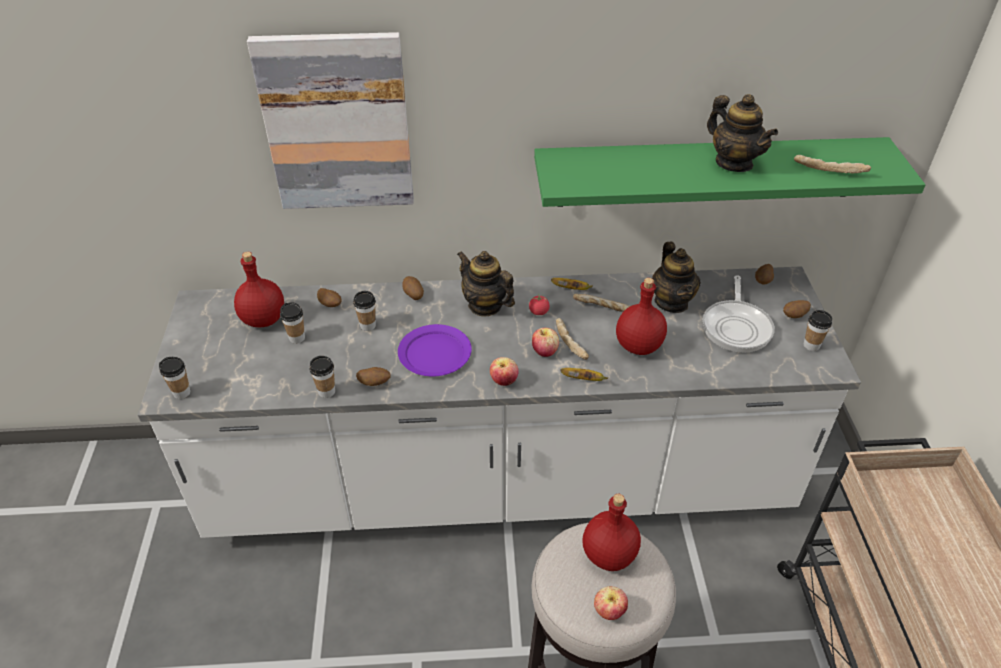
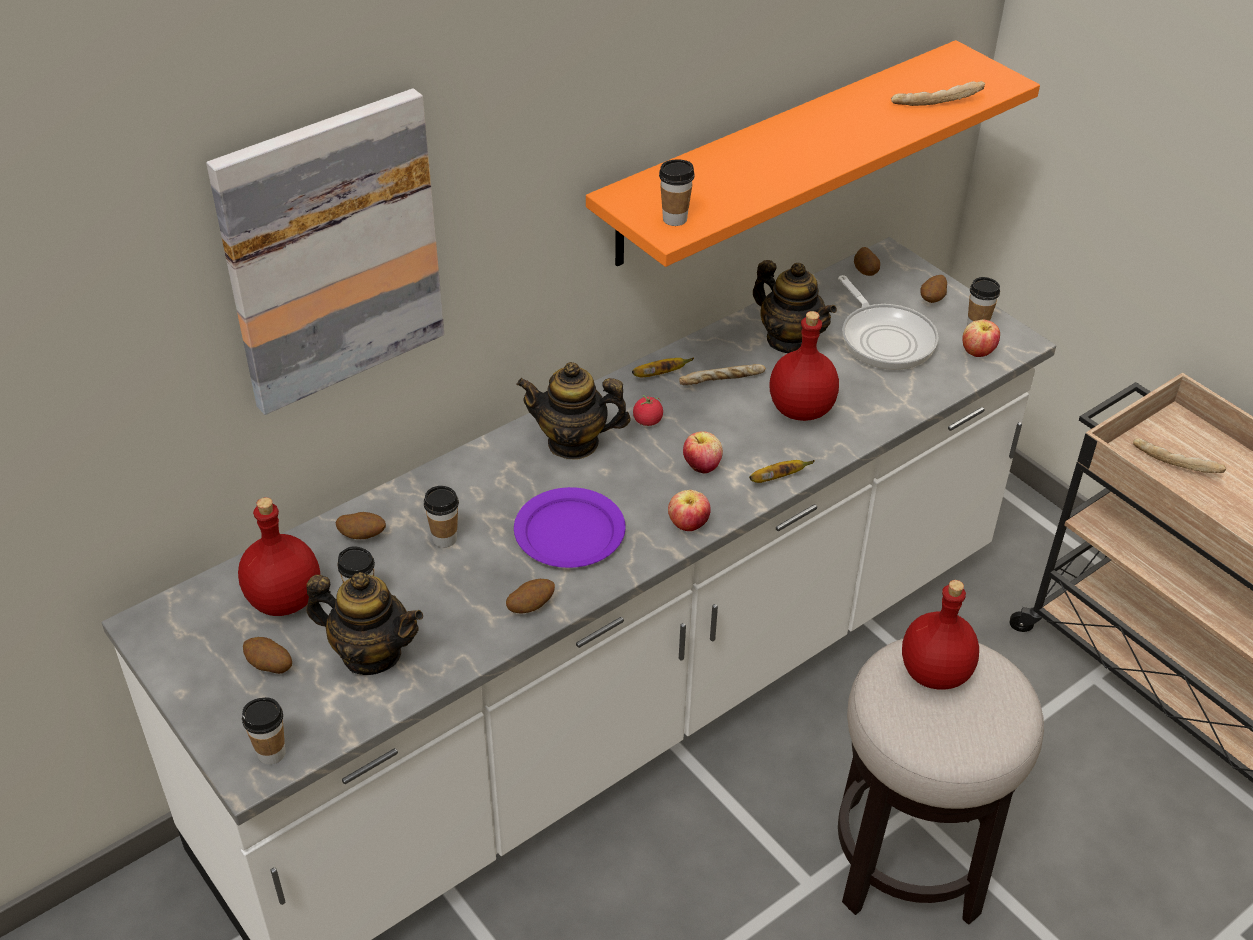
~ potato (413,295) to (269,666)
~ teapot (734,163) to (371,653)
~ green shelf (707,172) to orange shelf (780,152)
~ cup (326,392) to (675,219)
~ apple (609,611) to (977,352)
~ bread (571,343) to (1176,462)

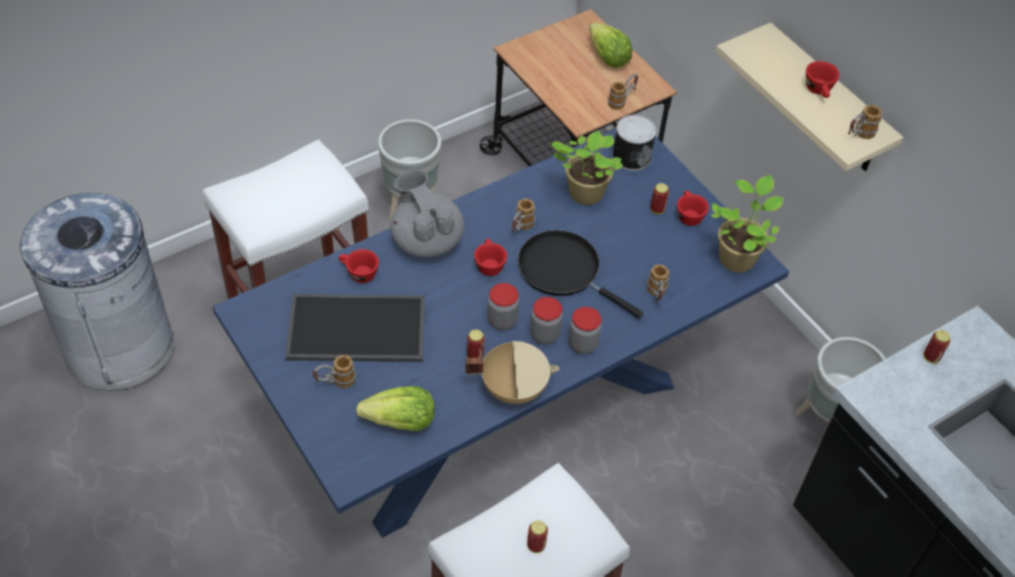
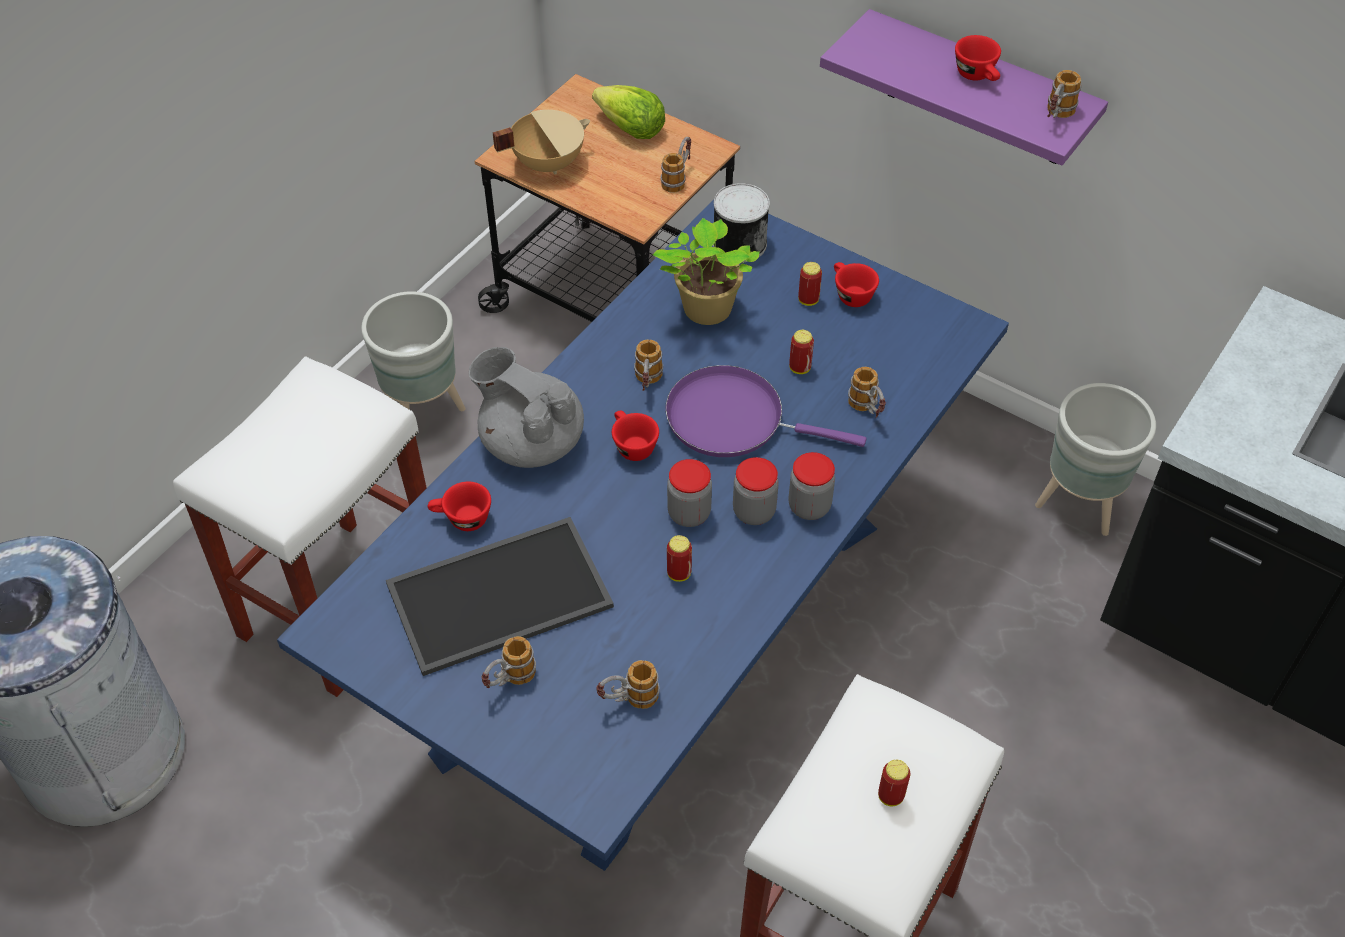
~ beige cooking pot (513,388) to (547,163)
~ lettuce (401,422) to mug (628,700)
~ black frying pan (564,271) to purple frying pan (733,419)
~ can (931,357) to (799,368)
~ beige shelf (826,102) to purple shelf (978,91)
- potted plant (737,257)

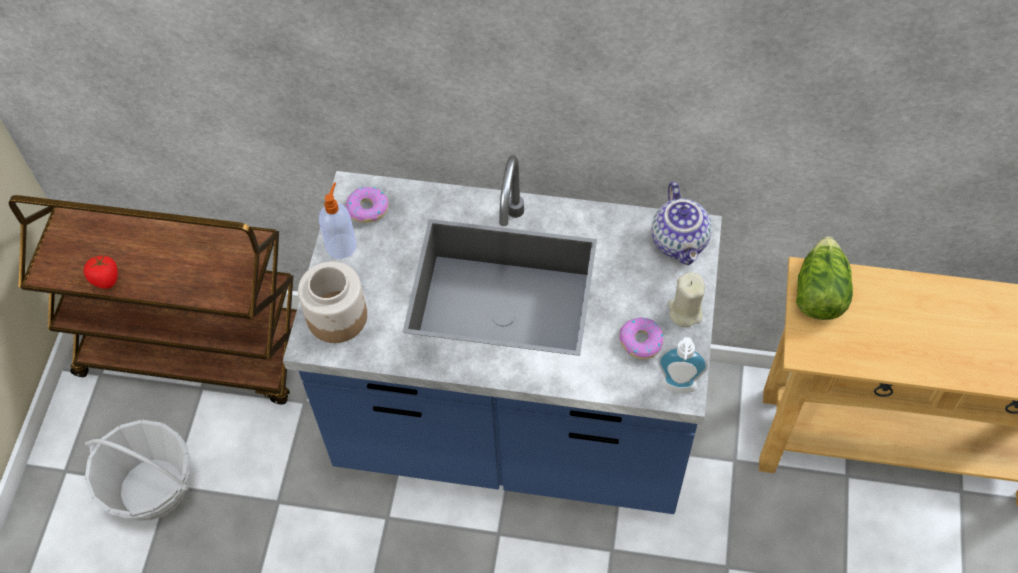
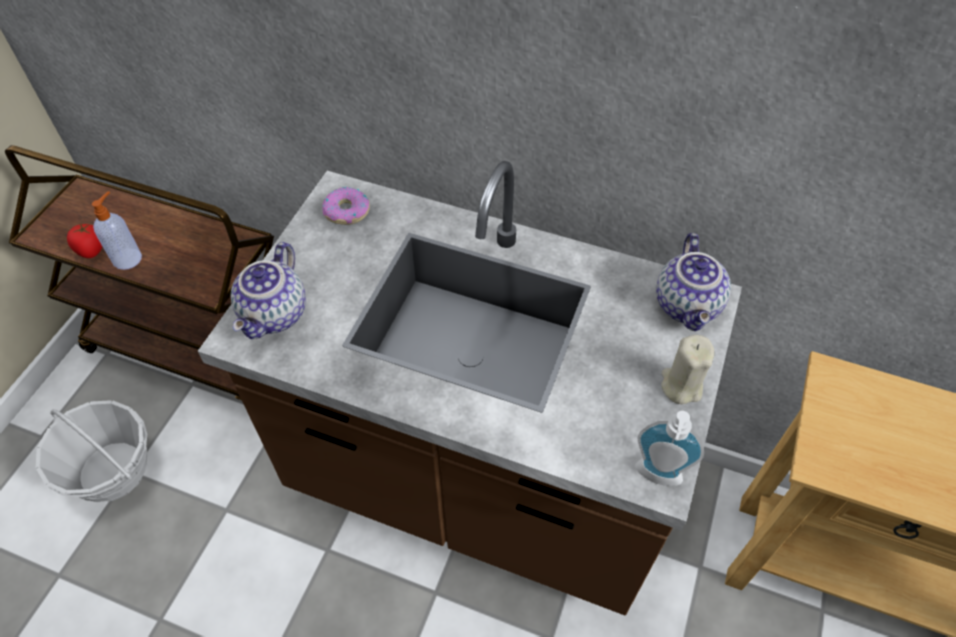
~ soap dispenser (341,245) to (128,258)
~ blue counter (514,428) to brown counter (478,485)
~ jar (338,316) to teapot (276,315)
- donut (641,341)
- lettuce (819,292)

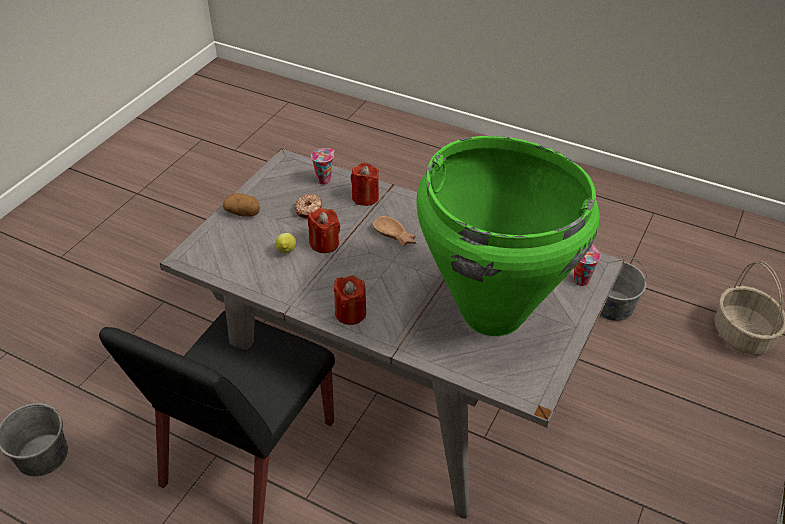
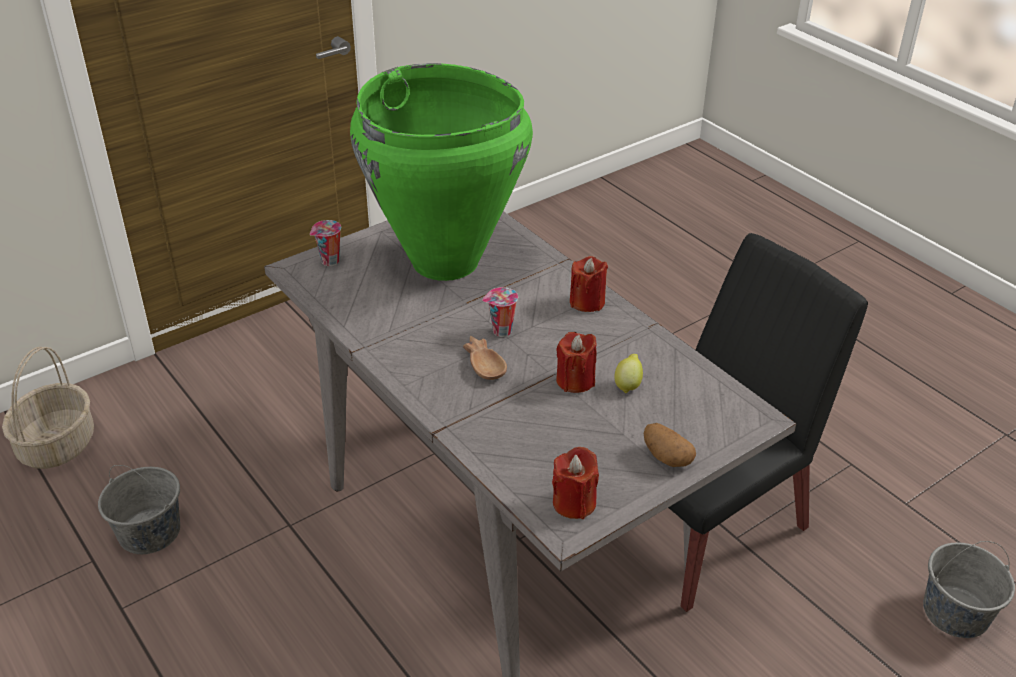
~ cup (324,180) to (501,332)
~ red candle (365,197) to (574,503)
- donut (309,210)

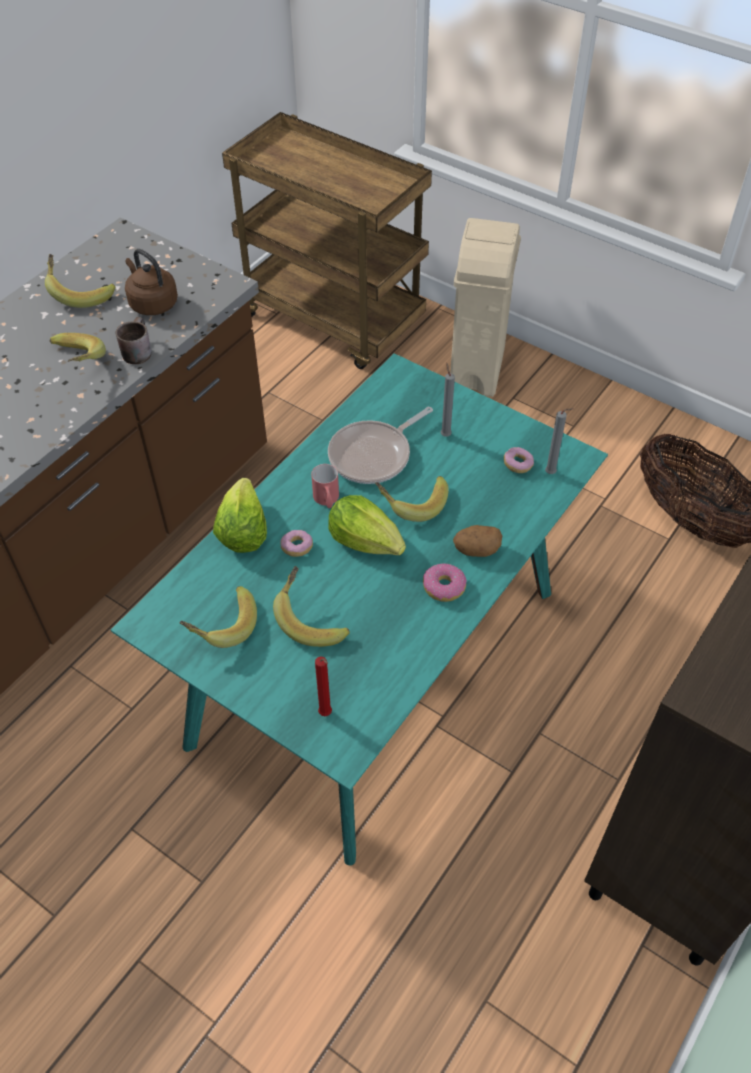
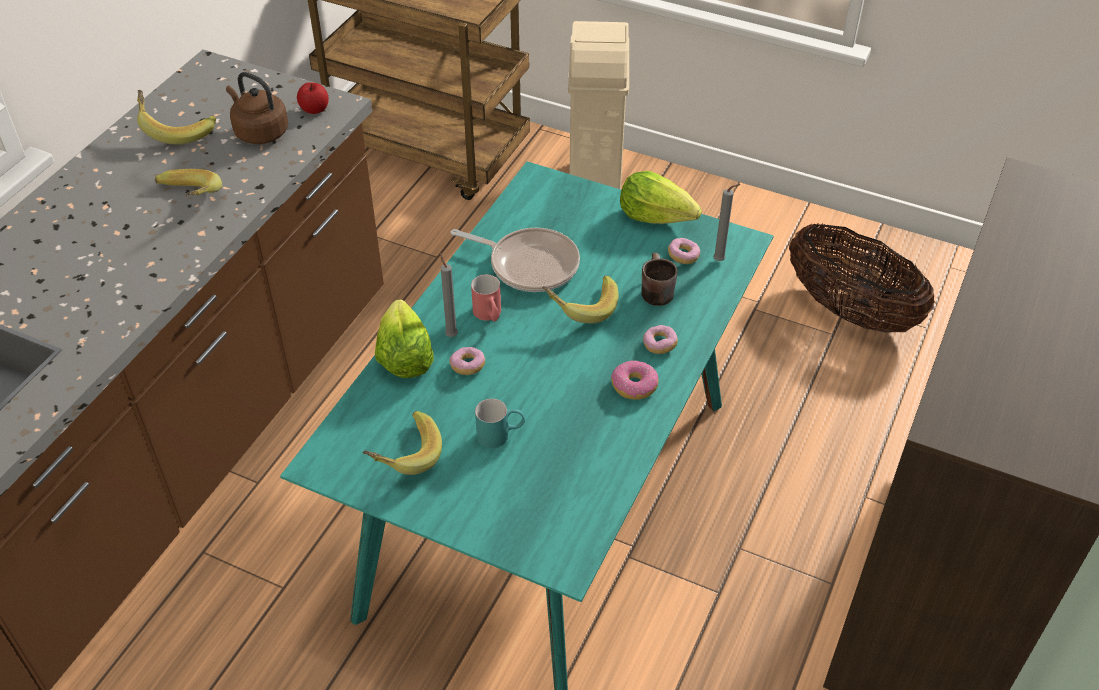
+ apple (314,109)
~ grey candle (445,434) to (451,334)
~ frying pan (374,455) = (529,264) 105 degrees counterclockwise
~ banana (312,618) to turquoise mug (501,435)
~ lettuce (366,540) to (656,216)
~ brown mug (136,351) to (653,290)
~ potato (476,550) to donut (659,345)
- red candle (326,715)

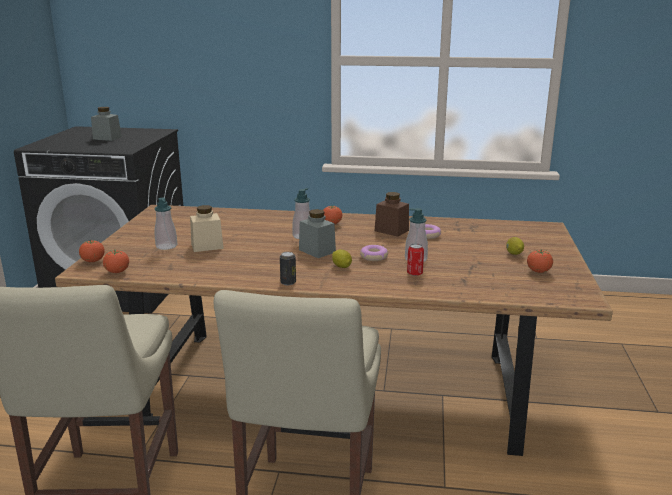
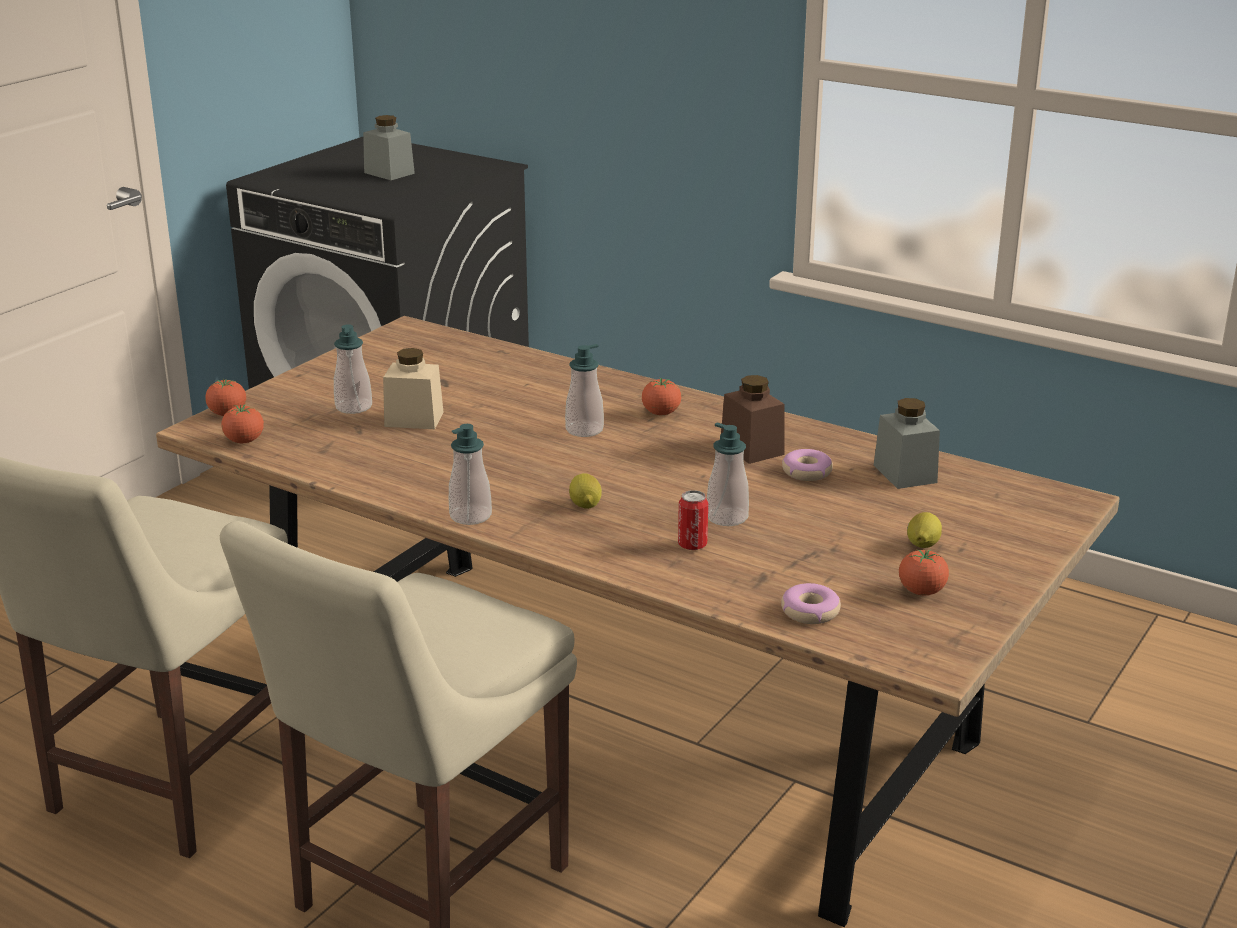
~ can (288,282) to soap dispenser (470,516)
~ donut (373,257) to (810,612)
~ grey jar (317,251) to (905,474)

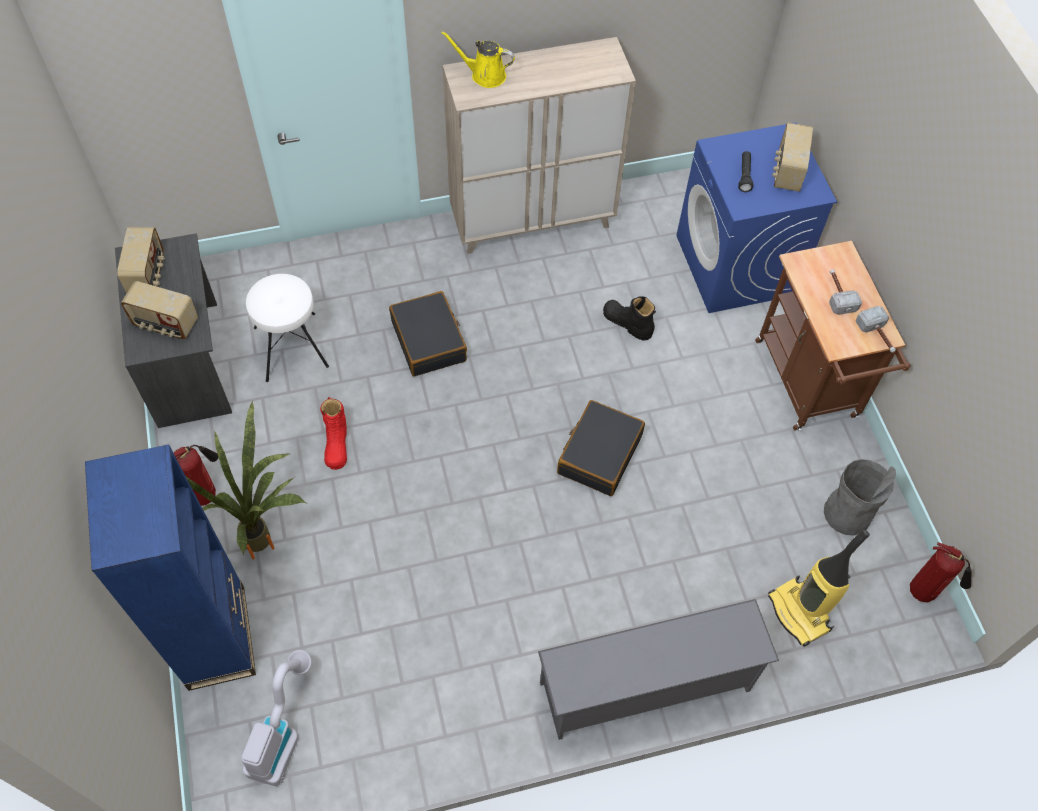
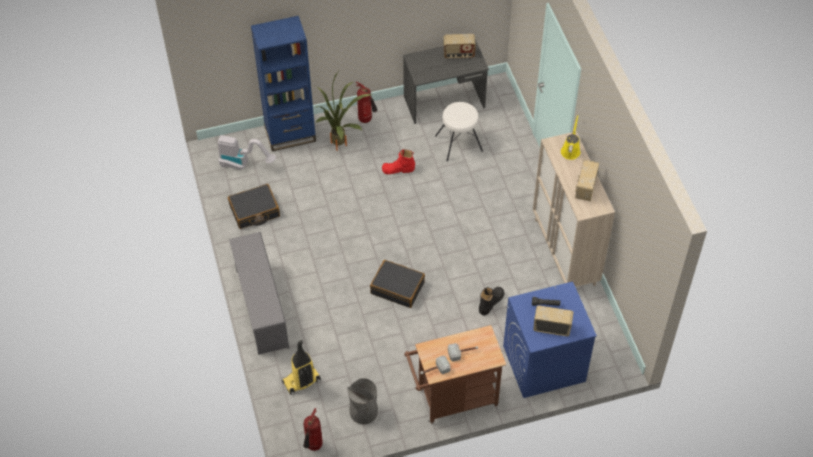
~ black suitcase (429,341) to (254,211)
~ radio (165,324) to (585,188)

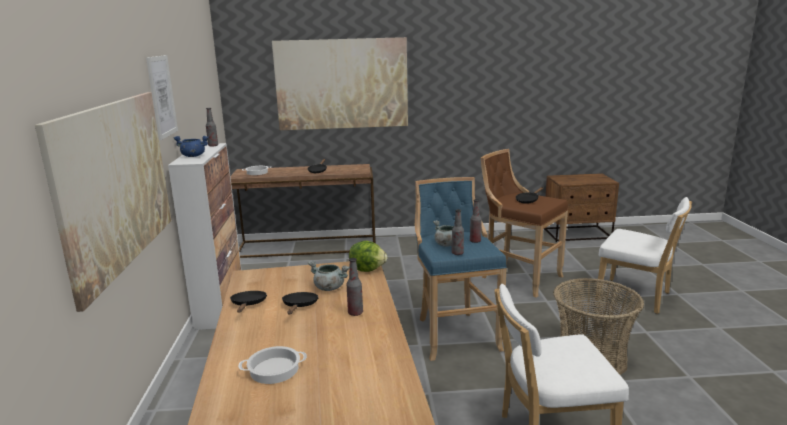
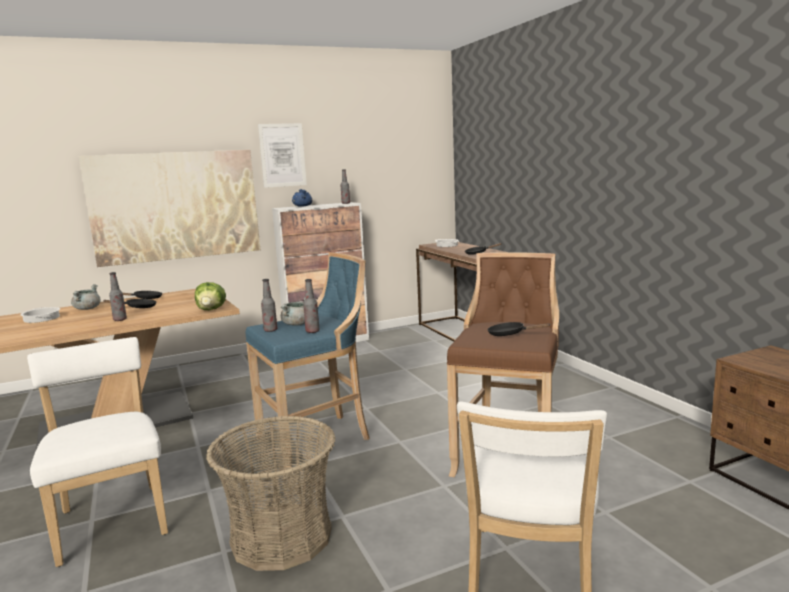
~ grey cooking pot (329,288) to (87,308)
- picture (342,84)

